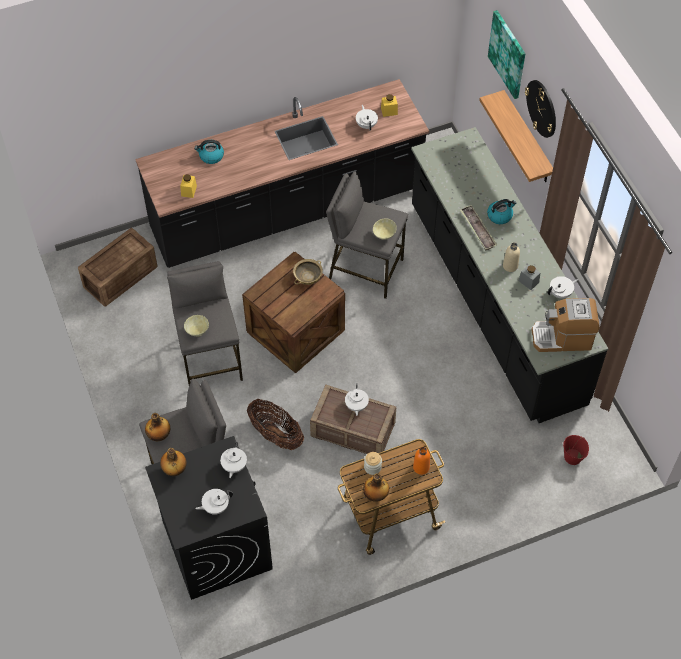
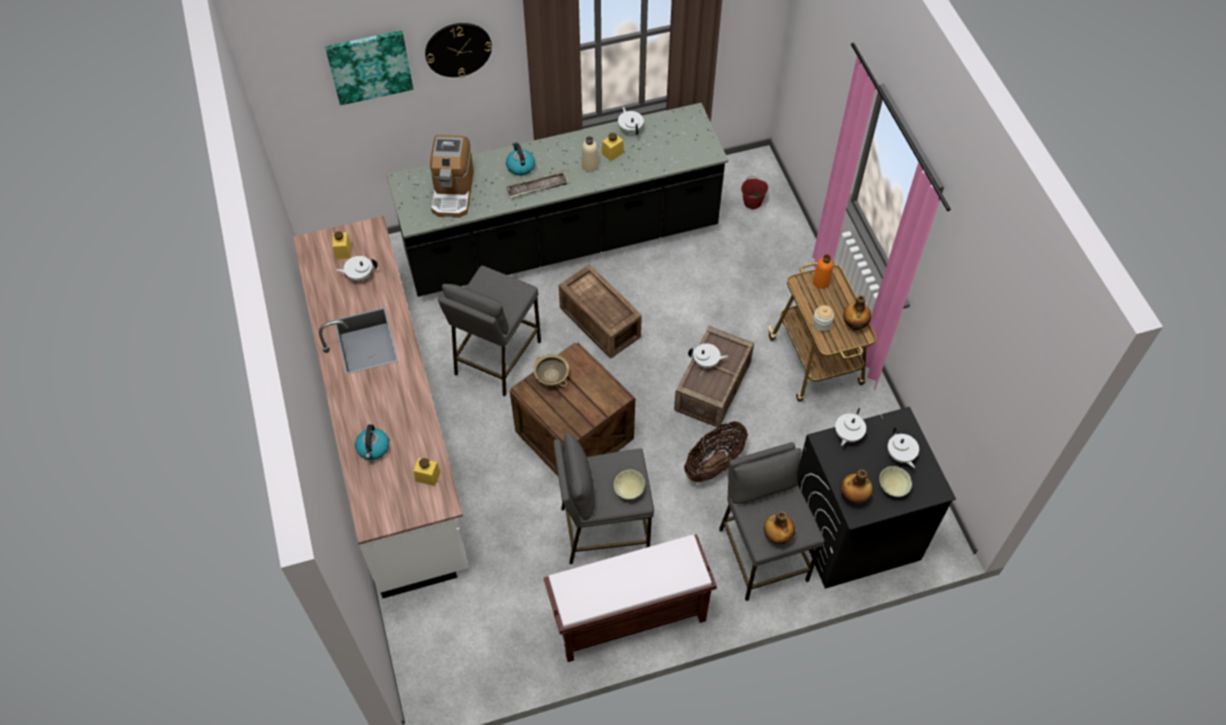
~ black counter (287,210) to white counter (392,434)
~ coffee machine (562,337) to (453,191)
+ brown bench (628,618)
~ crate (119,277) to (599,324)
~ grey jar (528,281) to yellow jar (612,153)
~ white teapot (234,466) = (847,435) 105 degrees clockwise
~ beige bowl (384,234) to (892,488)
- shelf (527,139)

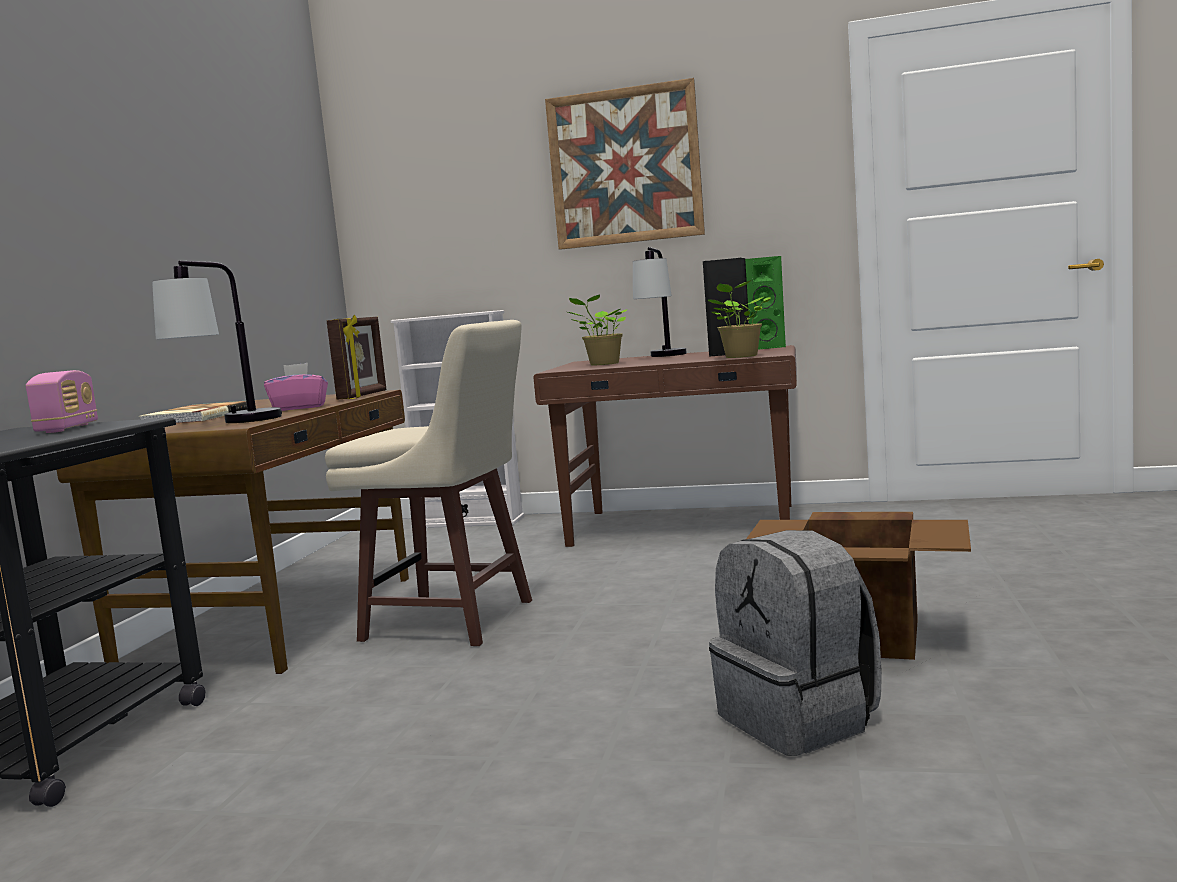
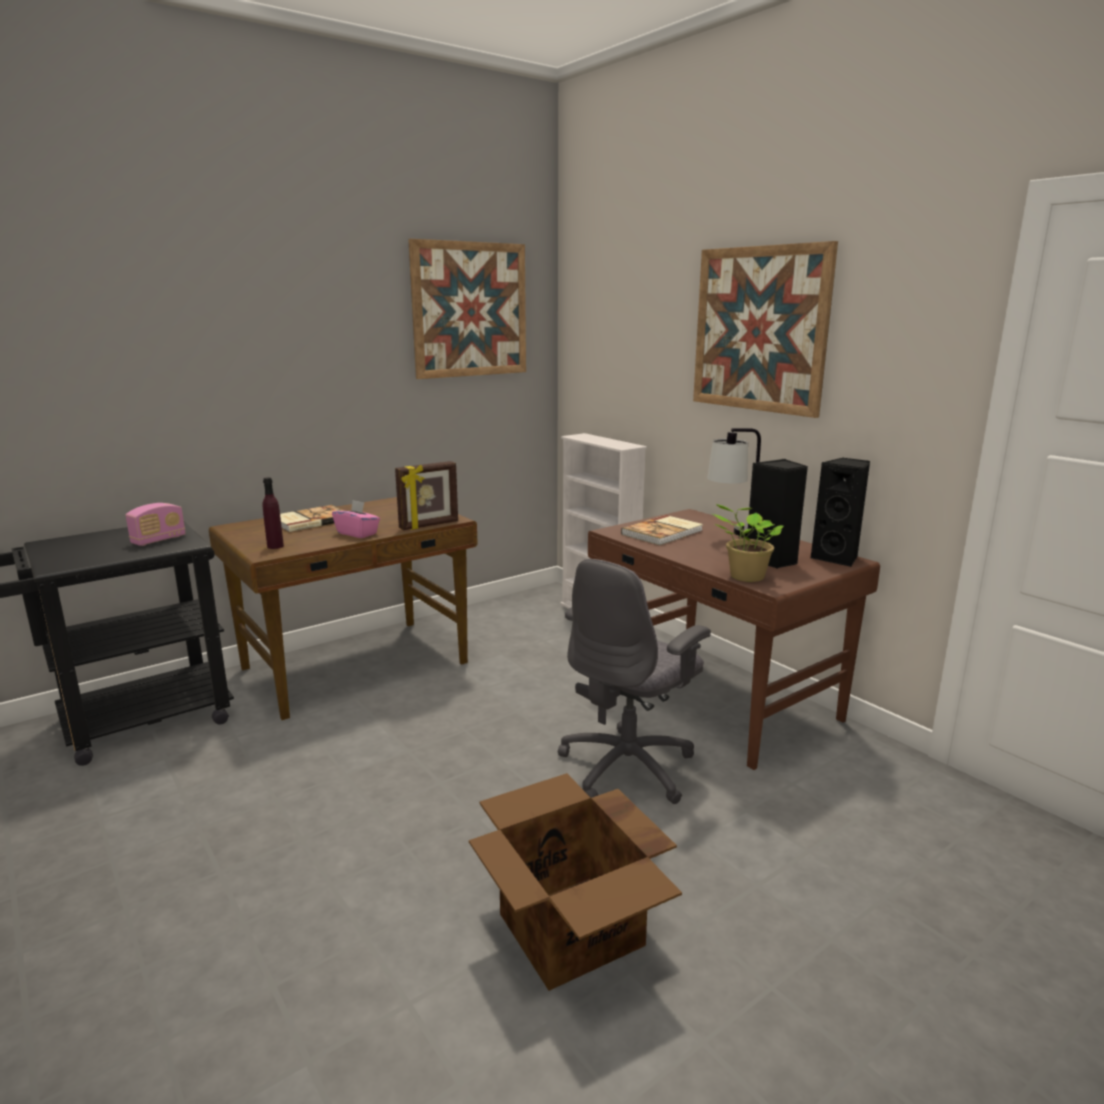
~ table lamp (228,423) to purple bottle (275,546)
+ picture (470,310)
+ grey office chair (629,767)
~ potted plant (602,364) to book (664,532)
~ green speaker (764,348) to black speaker (837,558)
- beige stool (453,621)
- grey backpack (800,720)

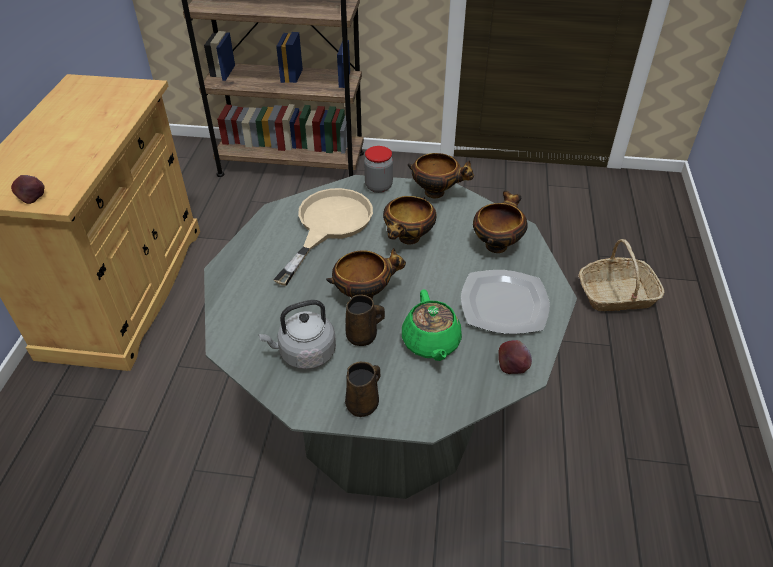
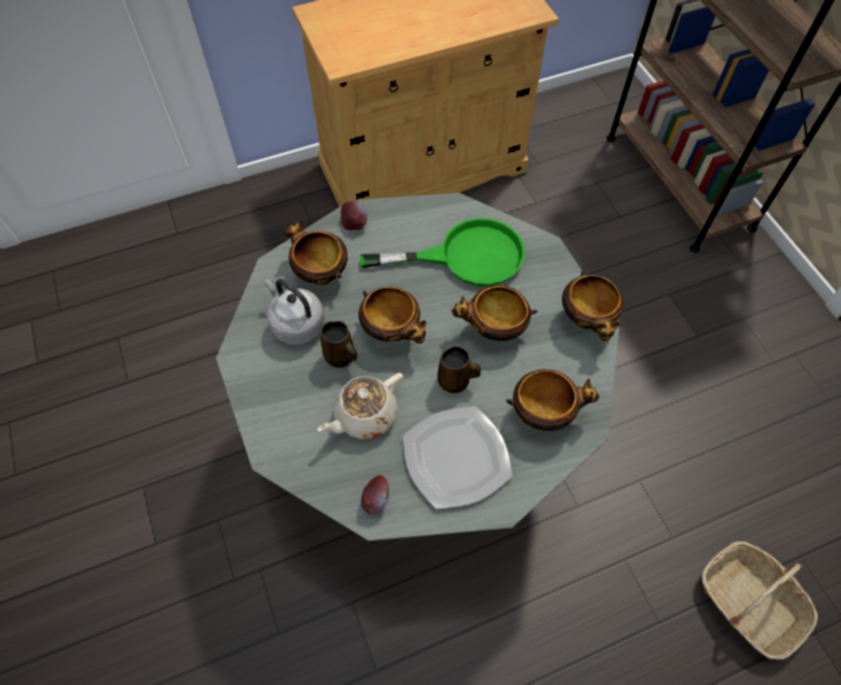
+ bowl (319,274)
~ green teapot (431,343) to beige teapot (364,415)
~ apple (32,197) to (354,224)
~ beige frying pan (328,226) to green frying pan (465,256)
~ brown mug (363,404) to (455,381)
- jar (378,186)

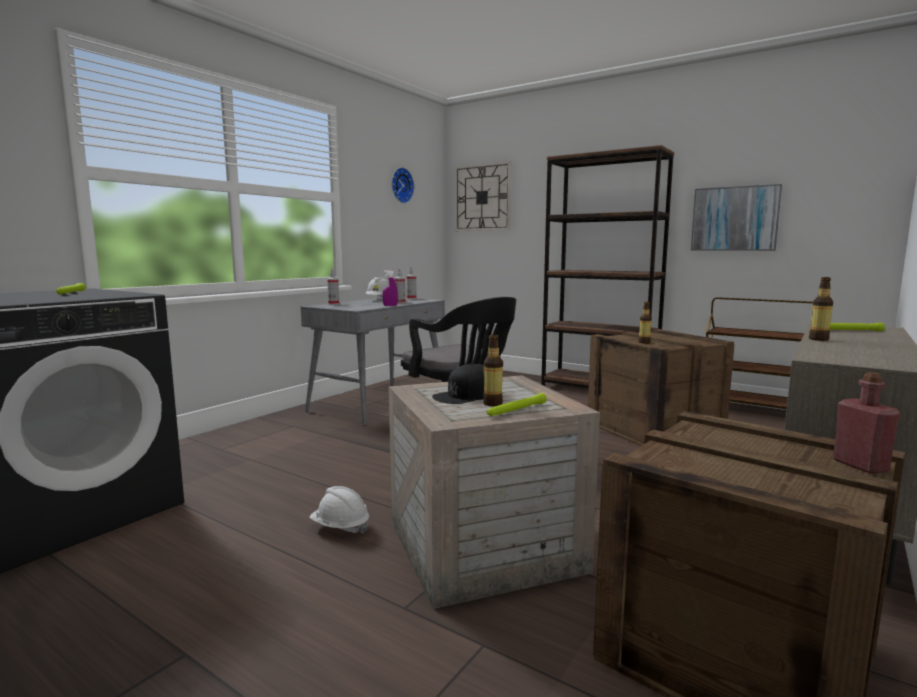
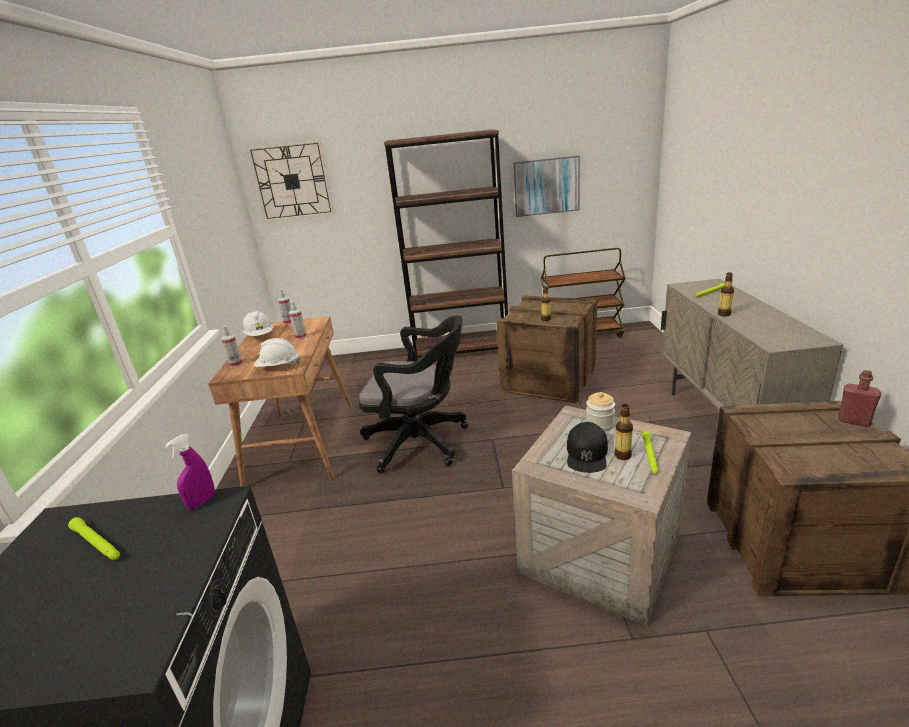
~ purple spray bottle (390,305) to (202,501)
~ grey desk (379,403) to brown desk (302,442)
~ white hard hat (340,527) to (278,367)
+ jar (600,424)
- wall clock (400,185)

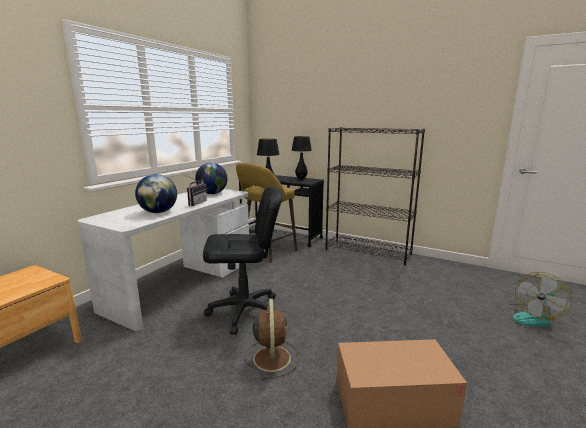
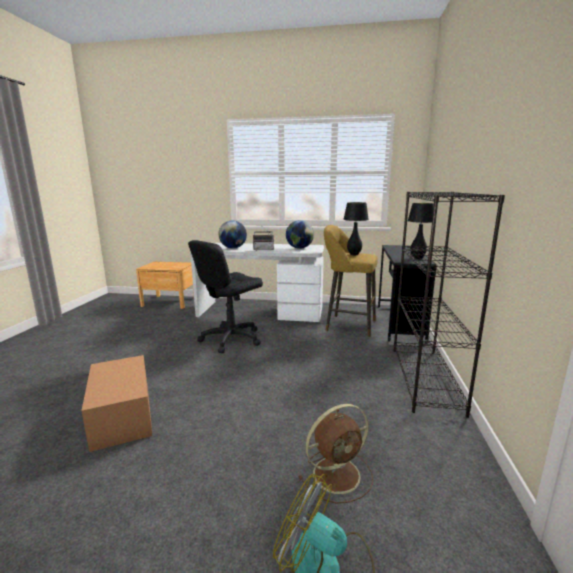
~ black office chair (245,311) = (231,339) 75 degrees clockwise
~ brown fan (272,357) to (338,474)

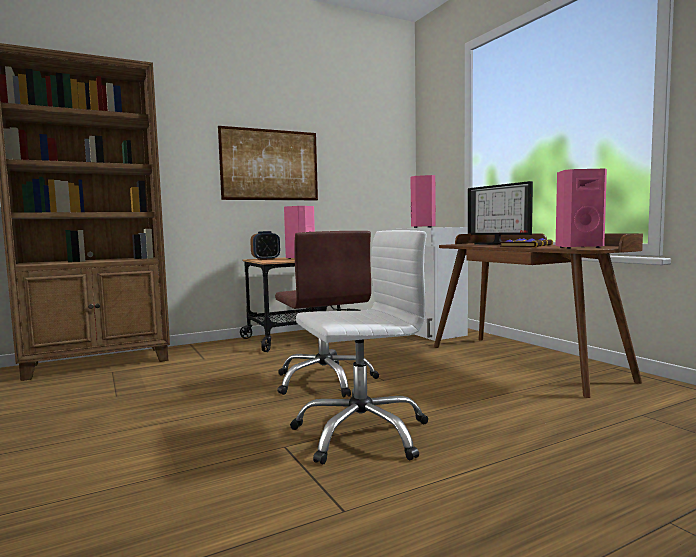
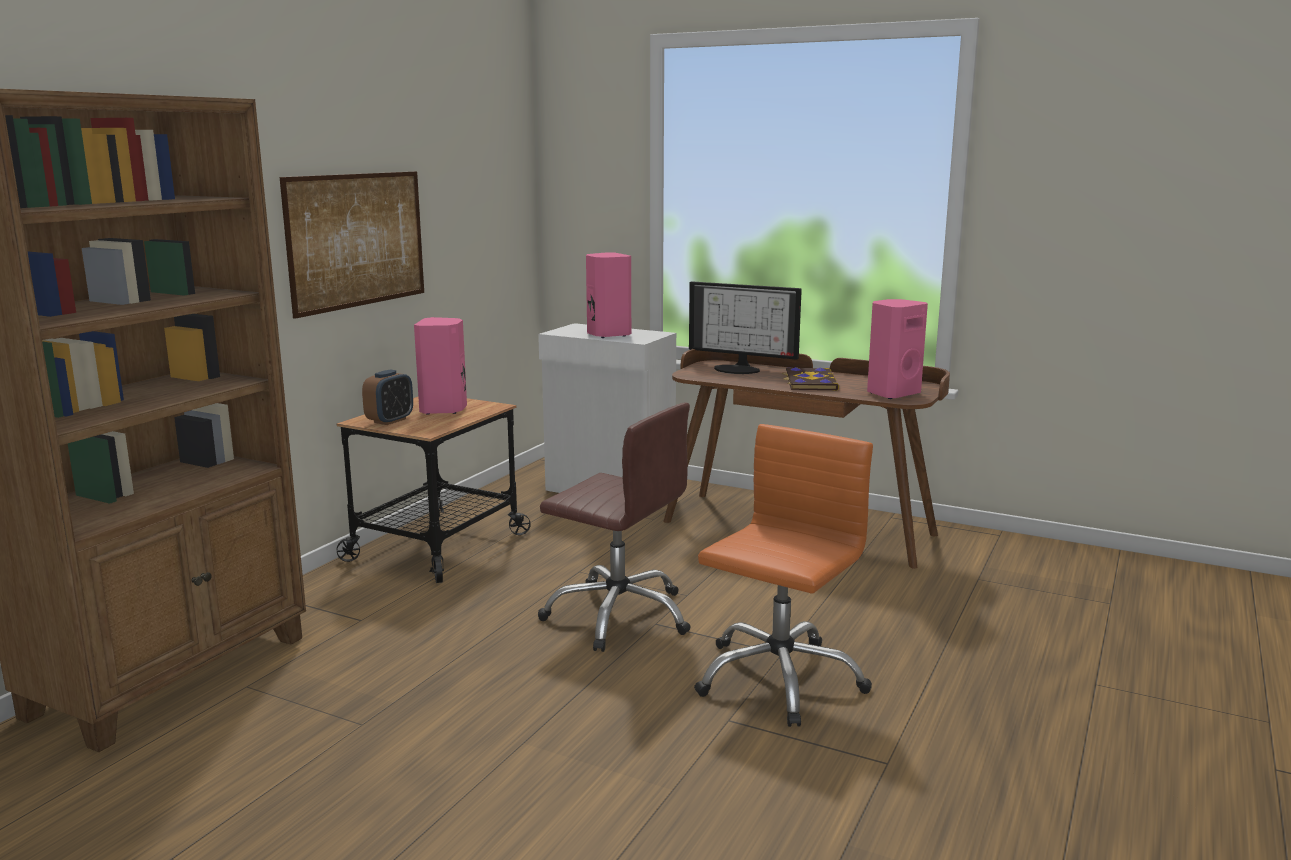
~ white office chair (361,433) to orange office chair (778,678)

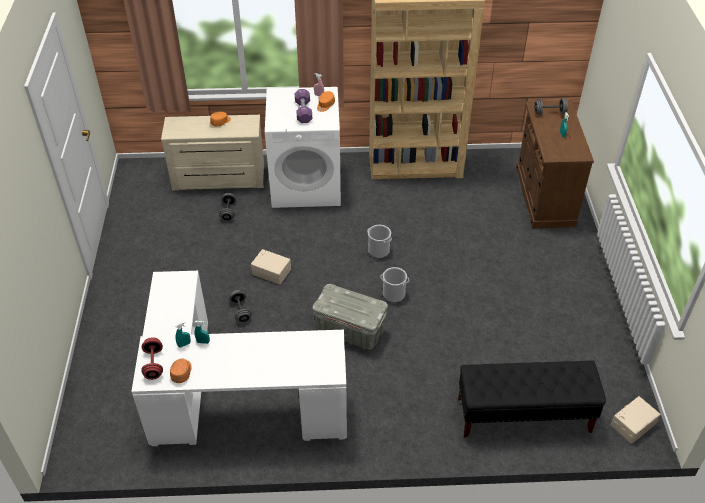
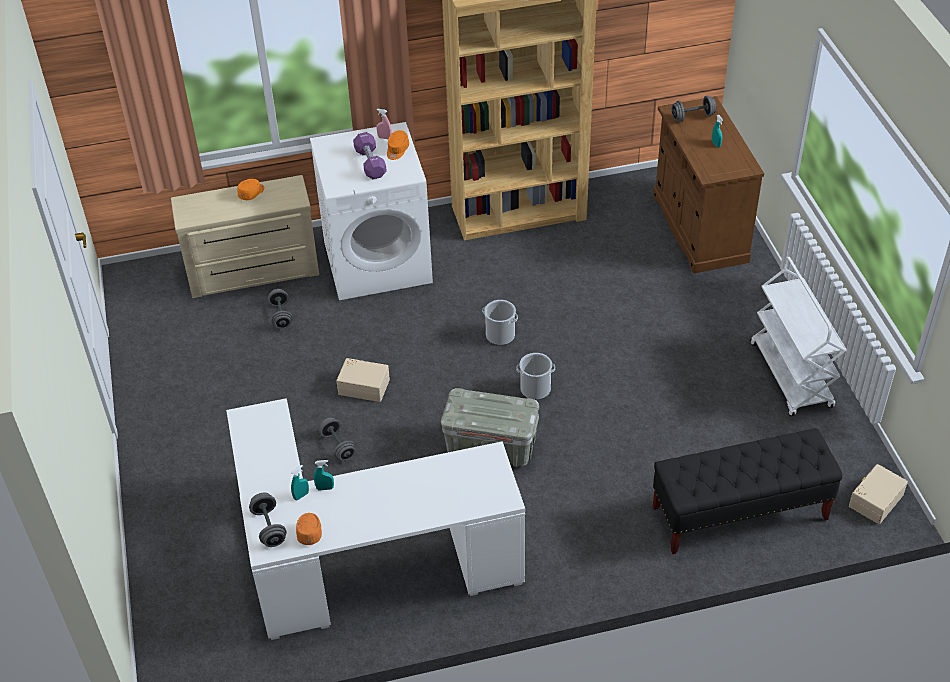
~ red dumbbell (153,364) to grey dumbbell (269,527)
+ white cart (791,376)

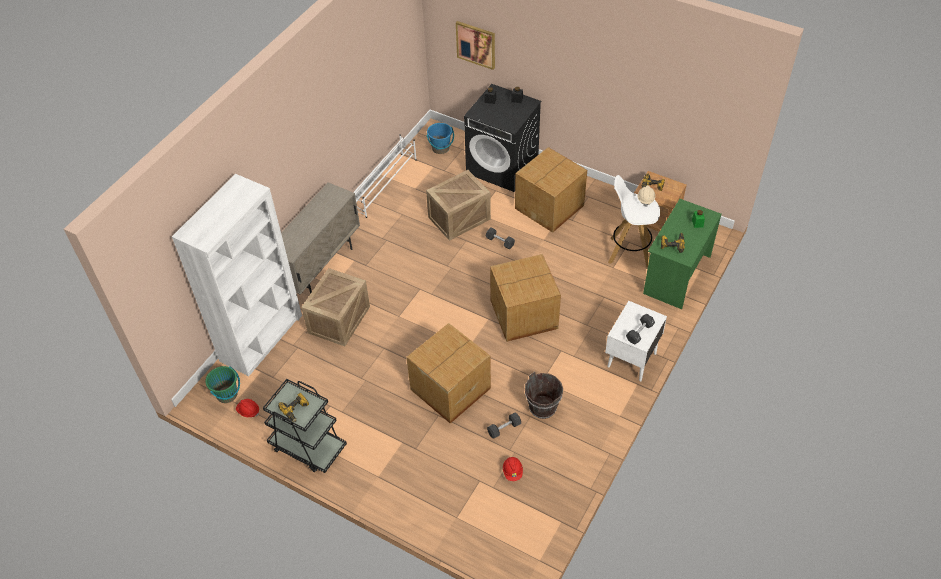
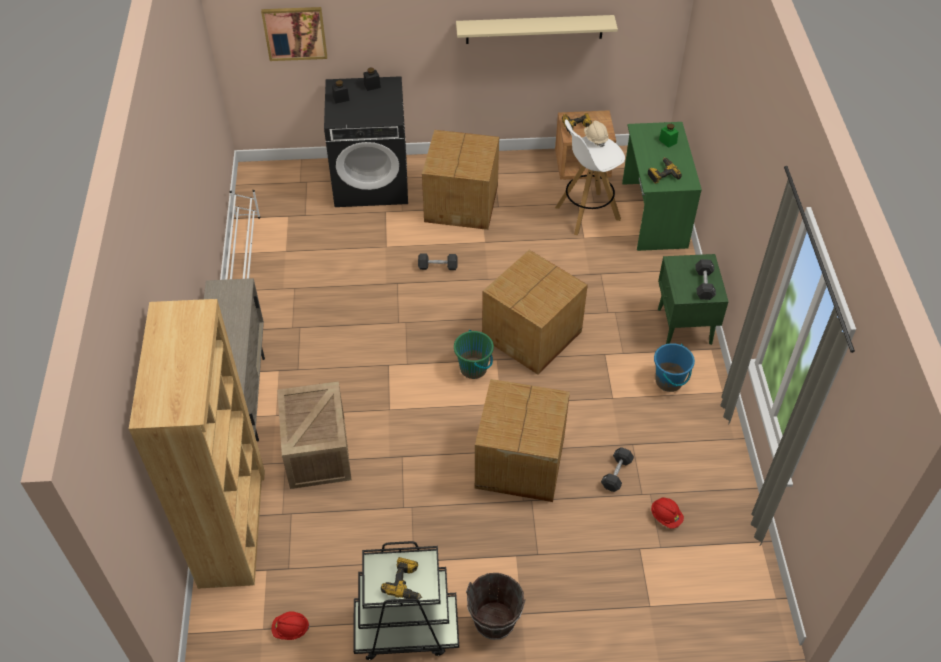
~ white bookcase (261,338) to brown bookcase (232,527)
~ green bucket (227,394) to (473,368)
+ beige shelf (534,29)
~ brown bucket (542,407) to (494,621)
~ blue bucket (440,148) to (669,381)
~ white nightstand (631,360) to green nightstand (684,327)
- crate (459,217)

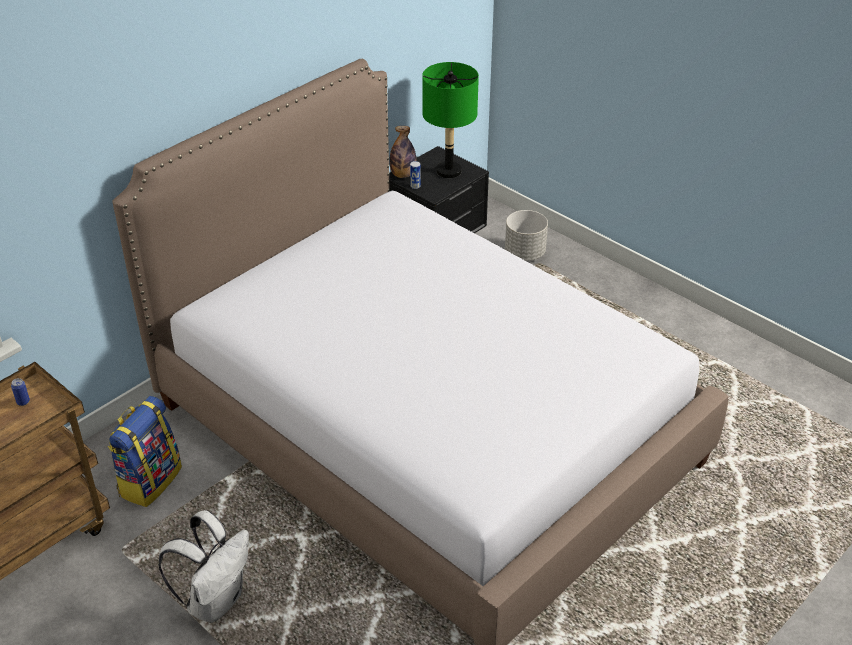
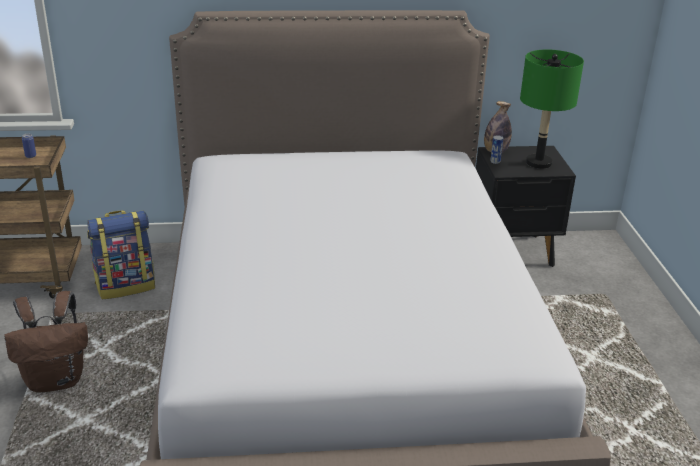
~ white backpack (215,600) to brown backpack (57,380)
- grey planter (524,253)

